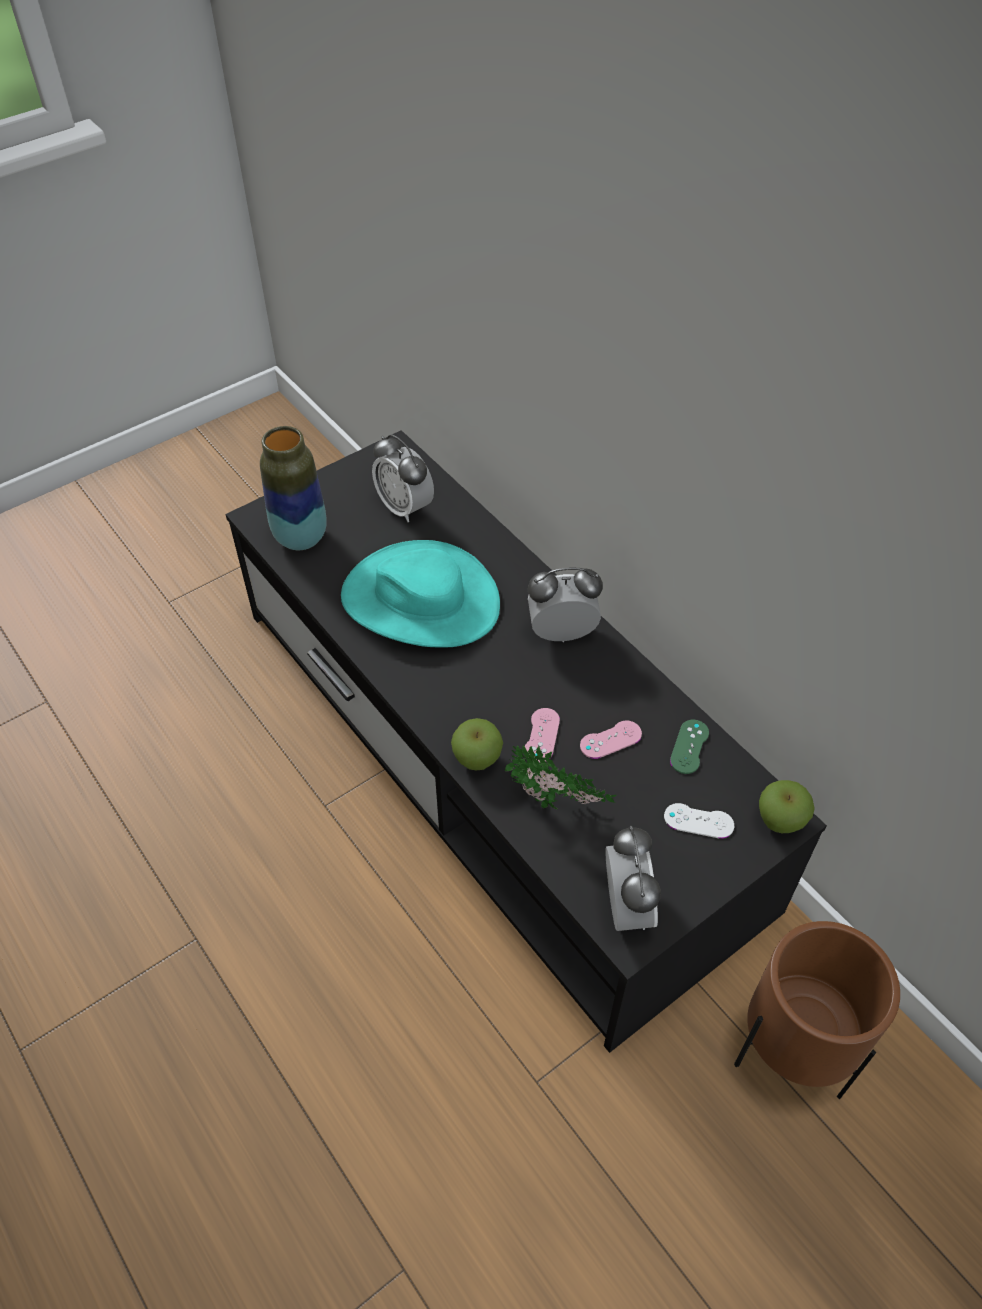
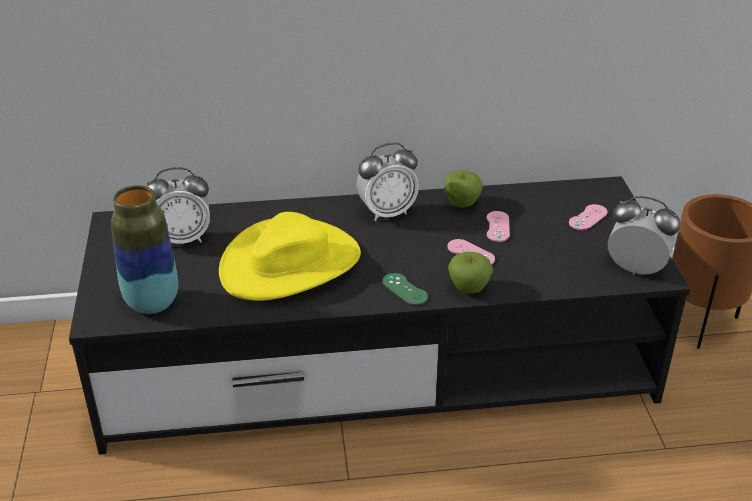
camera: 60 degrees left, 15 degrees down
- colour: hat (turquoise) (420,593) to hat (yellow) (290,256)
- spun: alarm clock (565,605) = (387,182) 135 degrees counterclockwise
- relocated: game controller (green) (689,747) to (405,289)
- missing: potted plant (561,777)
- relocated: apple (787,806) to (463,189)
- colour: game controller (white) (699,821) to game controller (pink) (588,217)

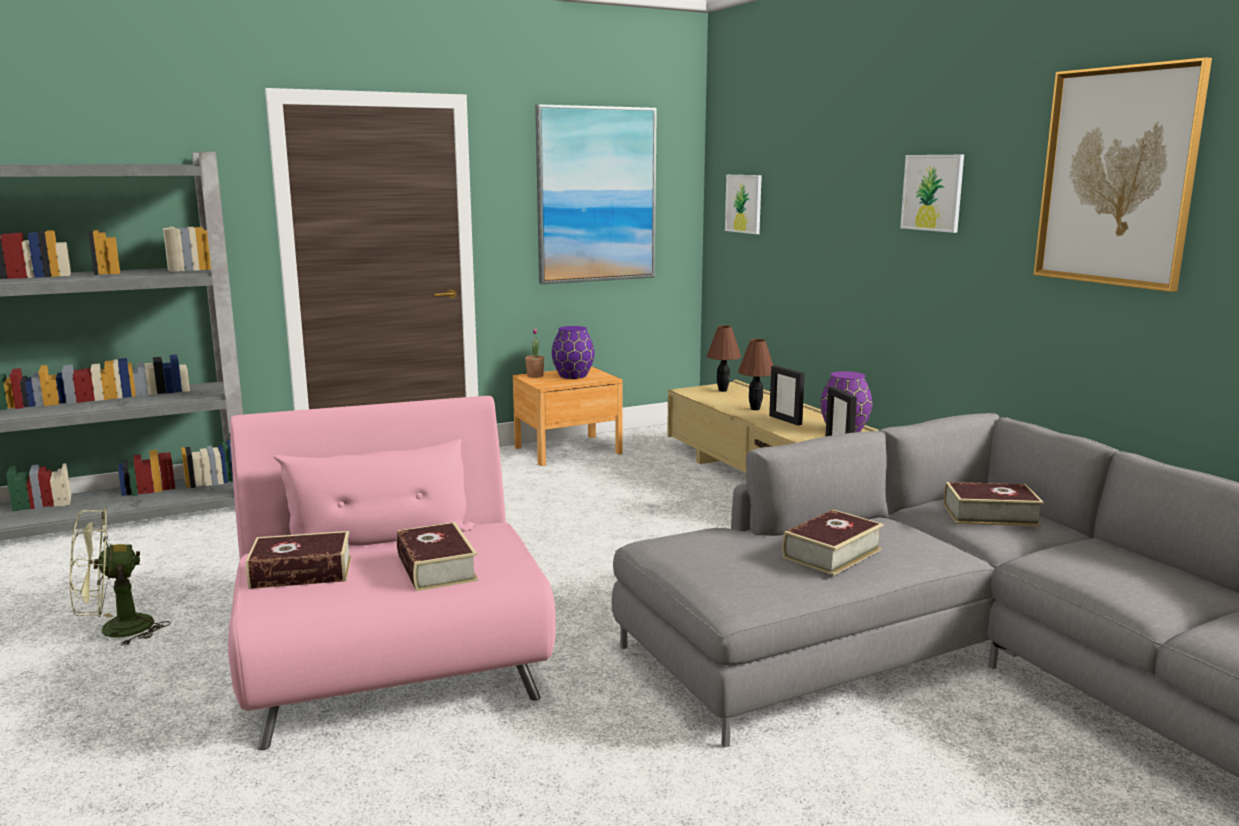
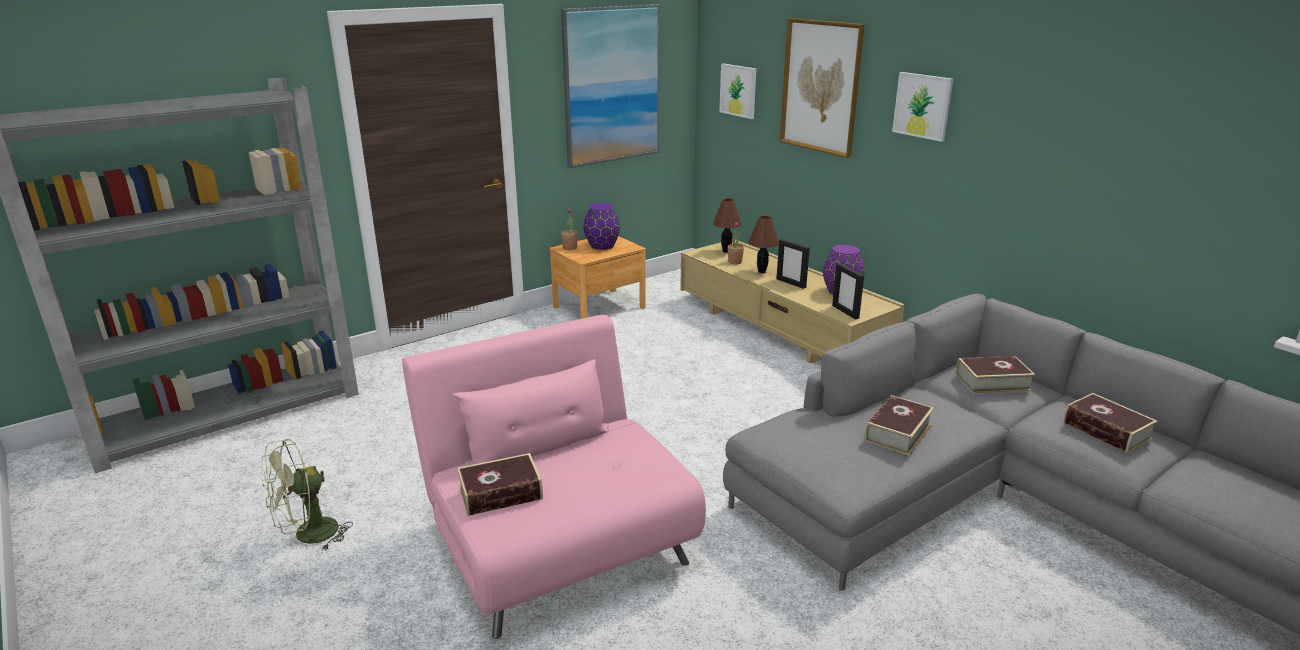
camera: 10 degrees left, 10 degrees up
- relocated: picture (1122,174) to (822,88)
- relocated: book (437,556) to (1110,423)
- appeared: potted plant (735,243)

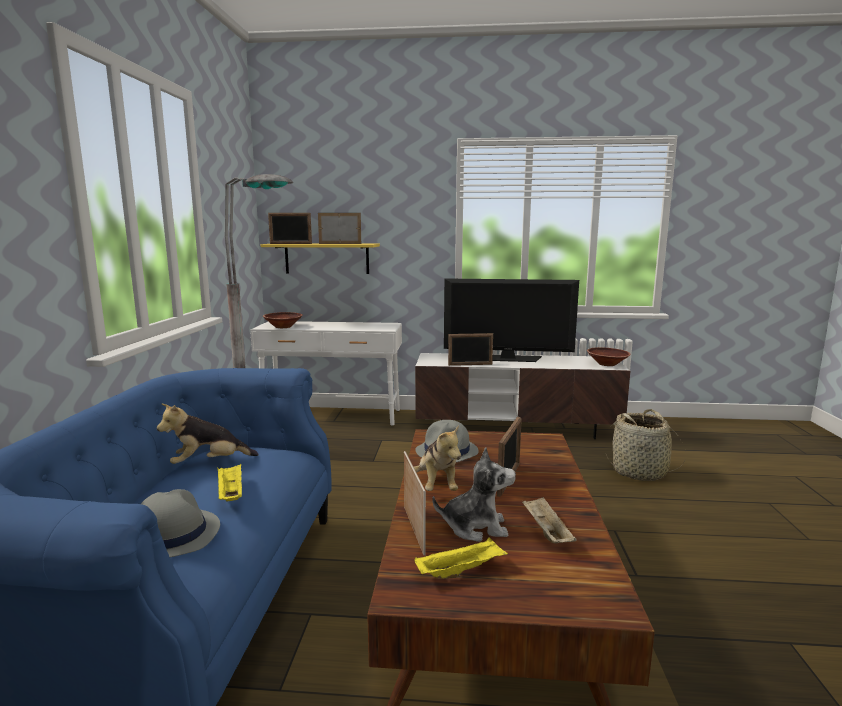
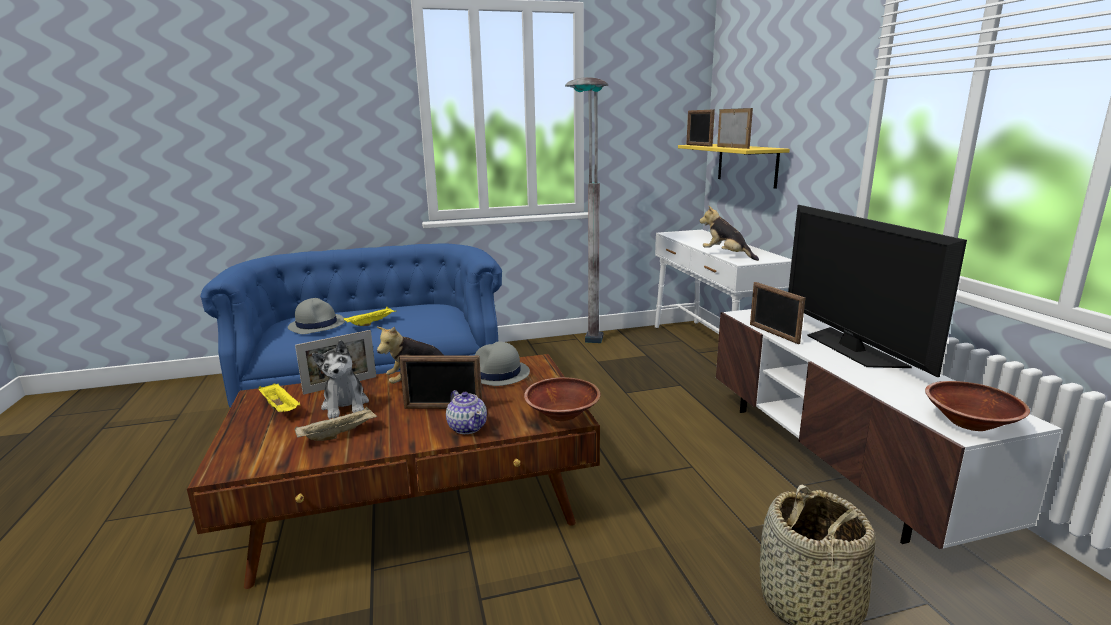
camera: 70 degrees right, 5 degrees up
- relocated: bowl (brown) (283,320) to (562,399)
- relocated: plush toy (208,433) to (729,233)
- appeared: teapot (466,412)

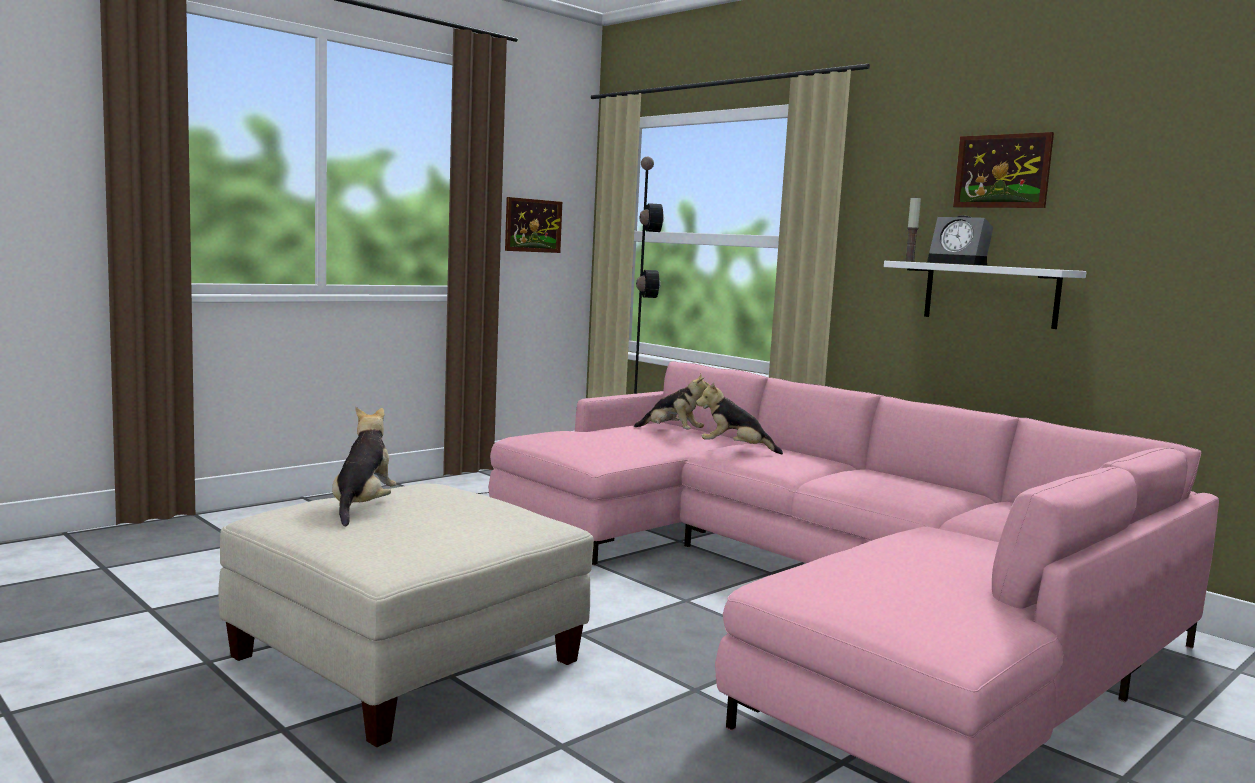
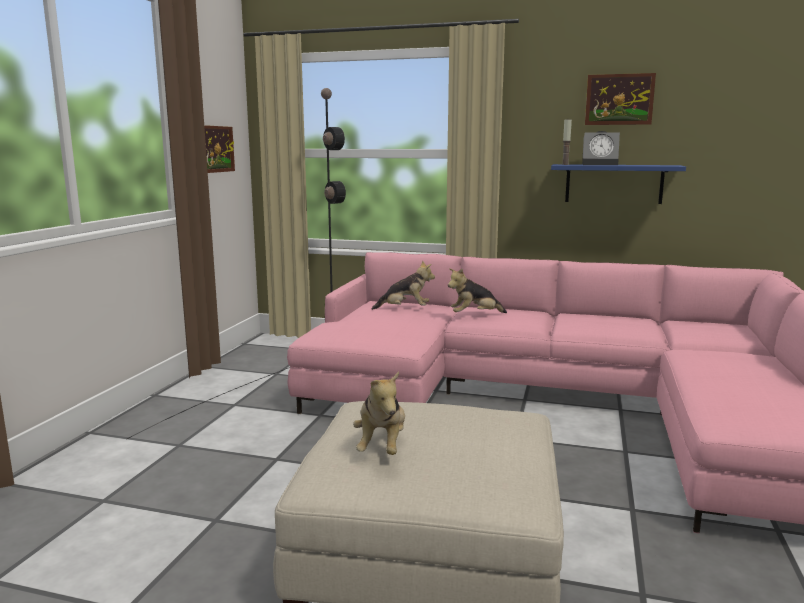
camera: 30 degrees left, 5 degrees up
- colour: shelf (white) (985,295) to shelf (blue) (618,184)
- spun: plush toy (364,466) = (379,413) 150 degrees counterclockwise

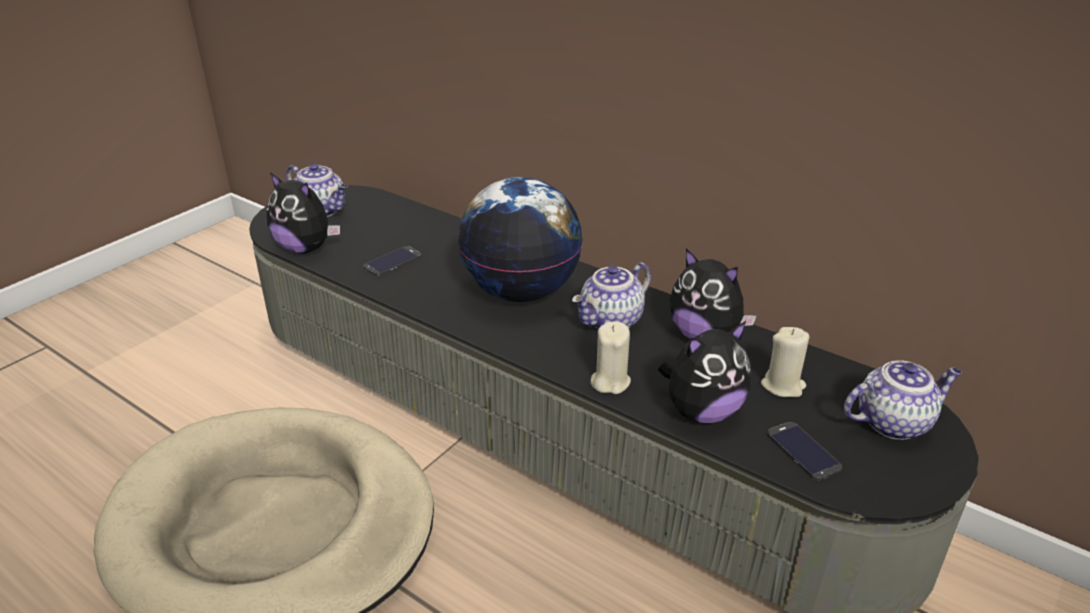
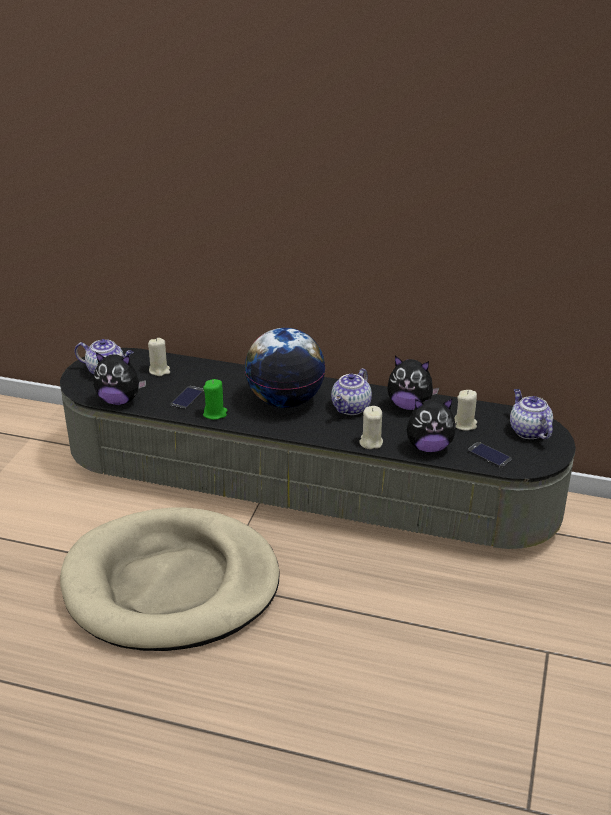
camera: 20 degrees left, 0 degrees up
- spun: plush toy (704,372) = (432,425) 45 degrees clockwise
- spun: teapot (903,400) = (531,414) 75 degrees counterclockwise
- appeared: candle (beige) (159,357)
- appeared: candle (green) (215,399)

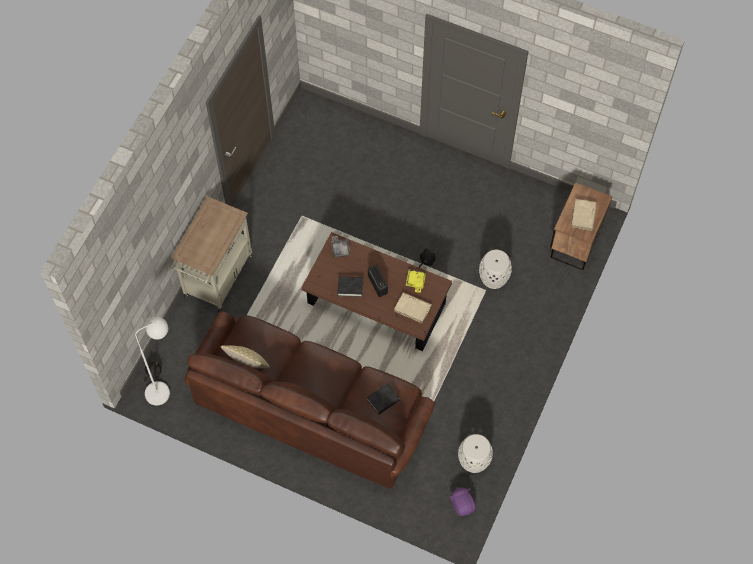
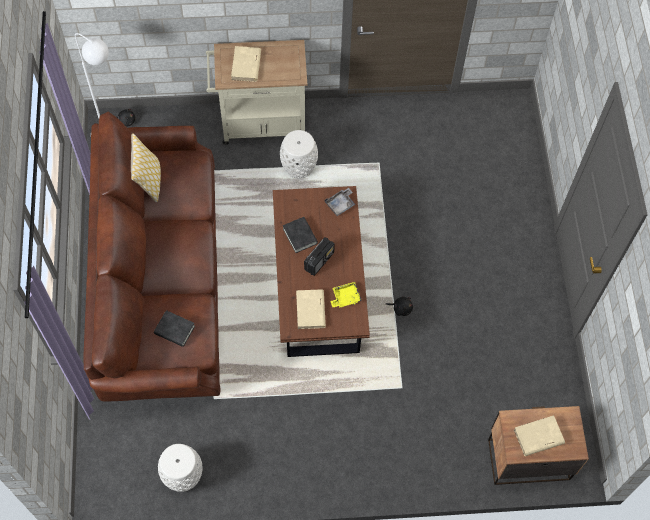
camera: 60 degrees right, 0 degrees up
- relocated: stool (white) (495,269) to (299,154)
- missing: plush toy (purple) (463,501)
- appeared: book (beige) (246,64)

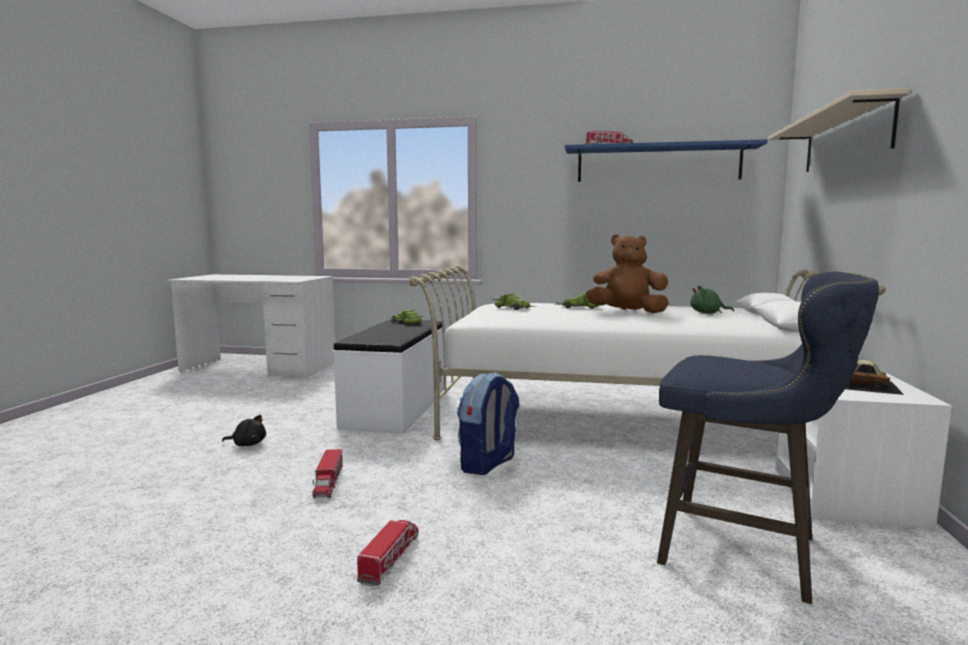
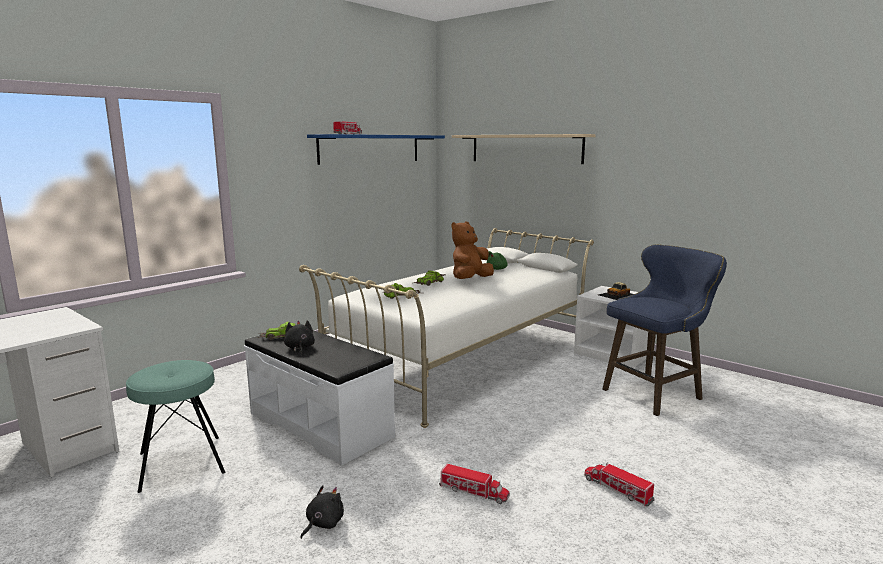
camera: 60 degrees left, 5 degrees up
- missing: backpack (488,423)
- appeared: plush toy (black) (299,337)
- appeared: stool (turquoise) (175,426)

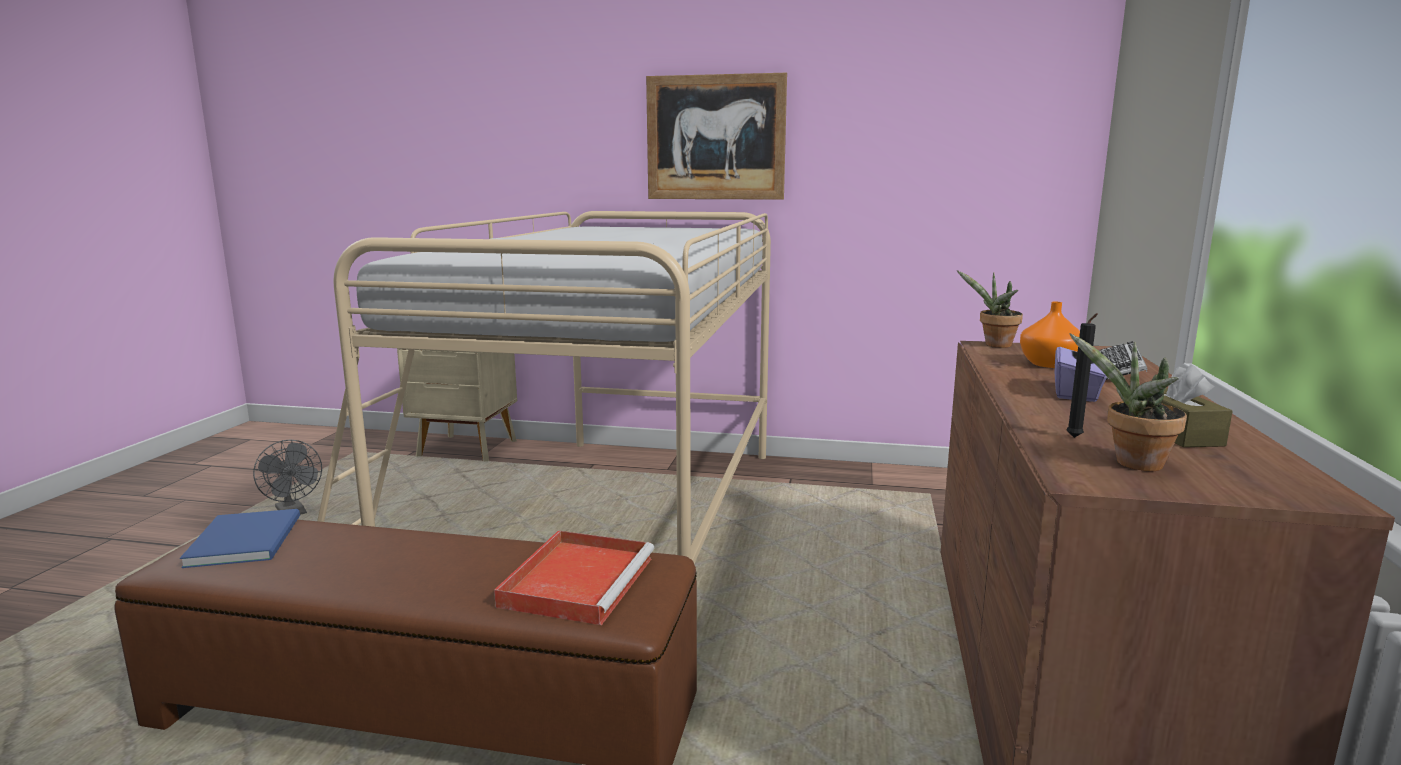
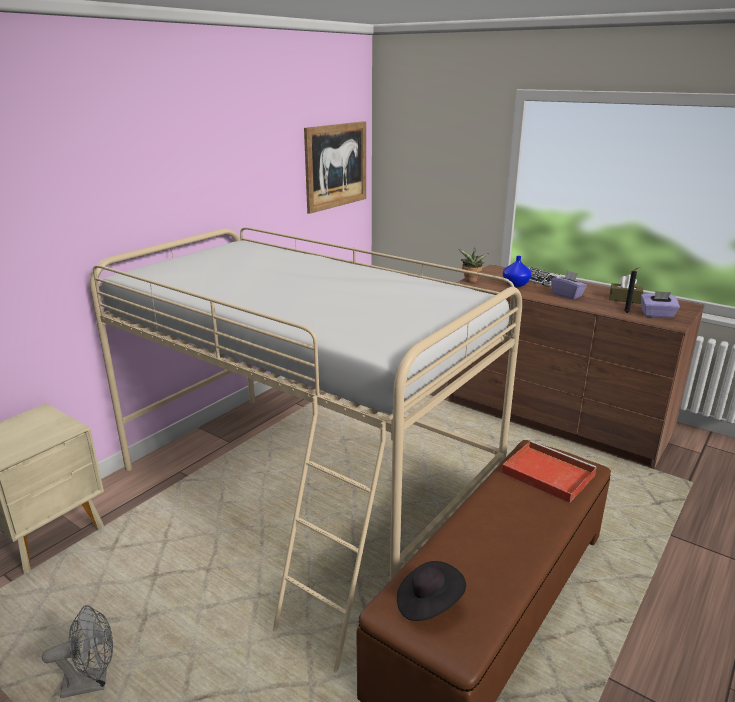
camera: 65 degrees left, 10 degrees up
- relocated: picture (716,136) to (335,167)
- colour: vase (orange) (1050,335) to vase (blue) (517,271)
- exchanged: potted plant (1128,402) to tissue box (purple) (660,304)
- exchanged: book (blue) (240,538) to hat (black) (431,591)

